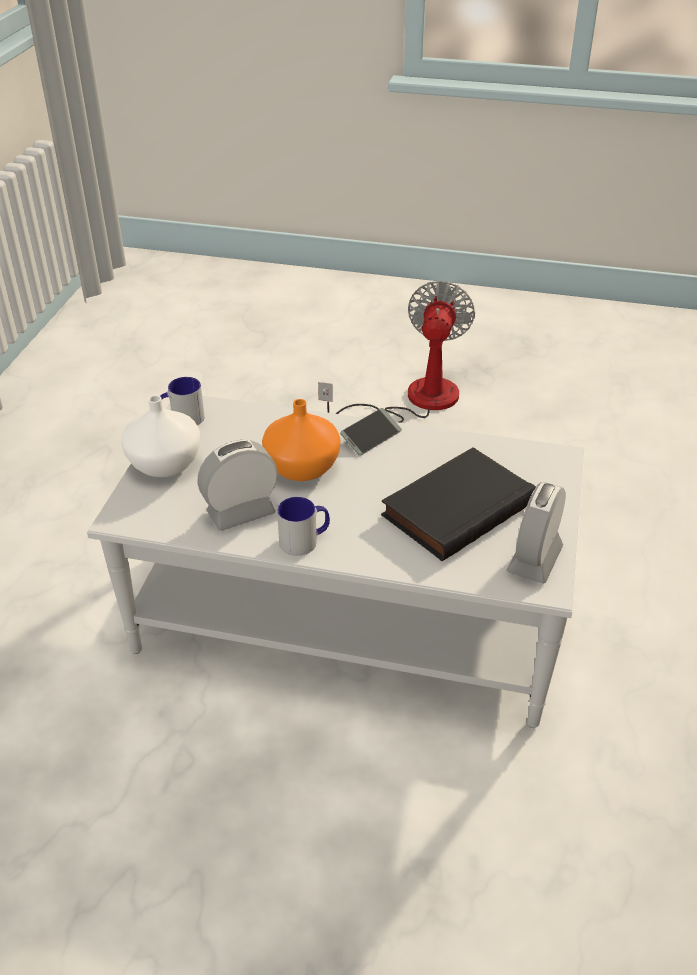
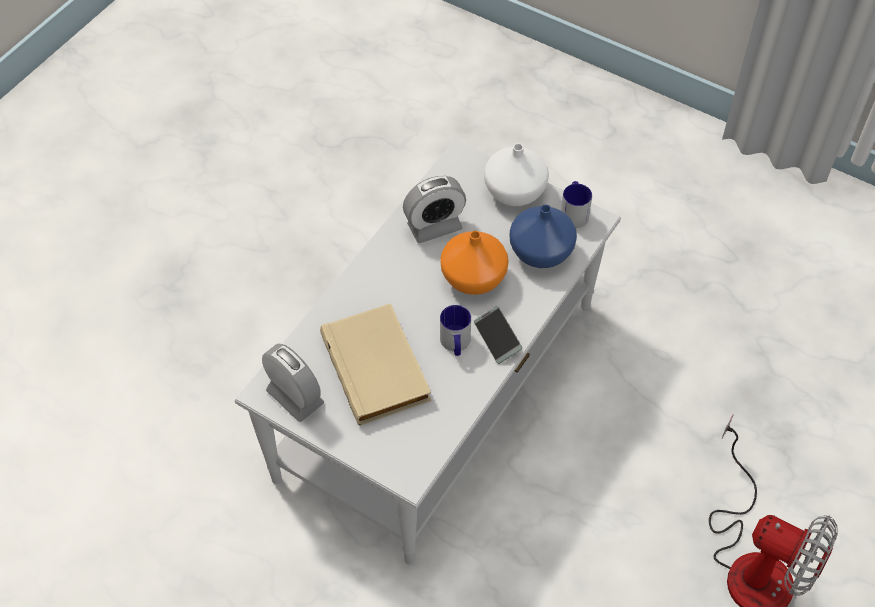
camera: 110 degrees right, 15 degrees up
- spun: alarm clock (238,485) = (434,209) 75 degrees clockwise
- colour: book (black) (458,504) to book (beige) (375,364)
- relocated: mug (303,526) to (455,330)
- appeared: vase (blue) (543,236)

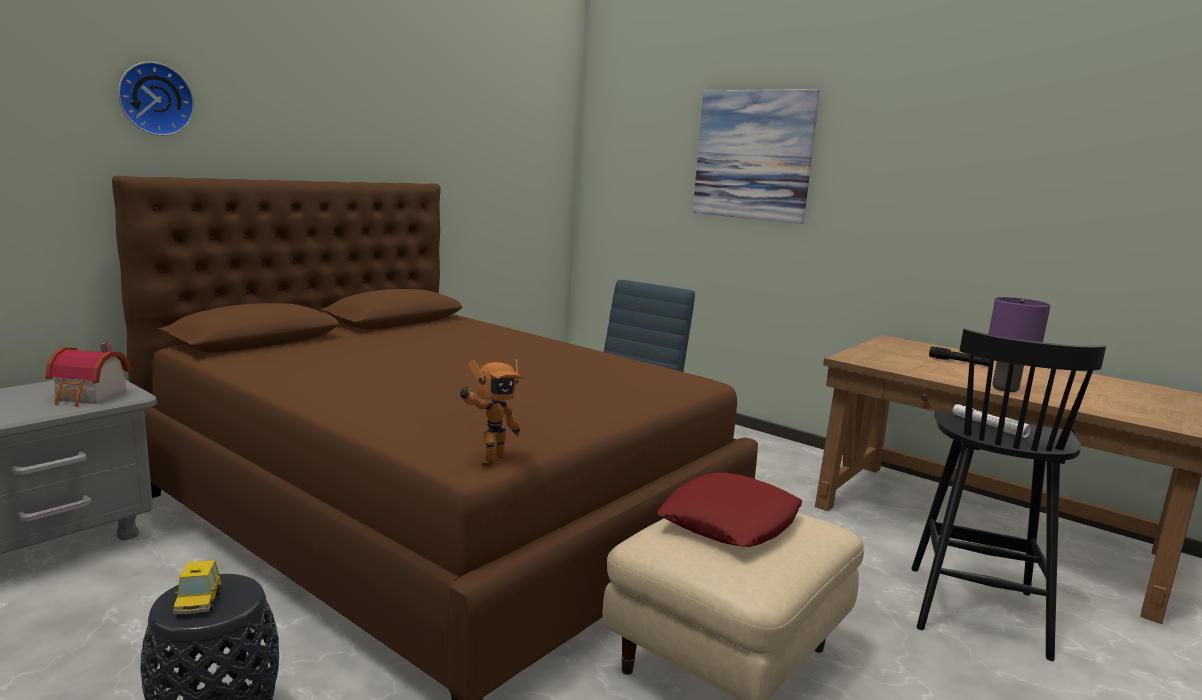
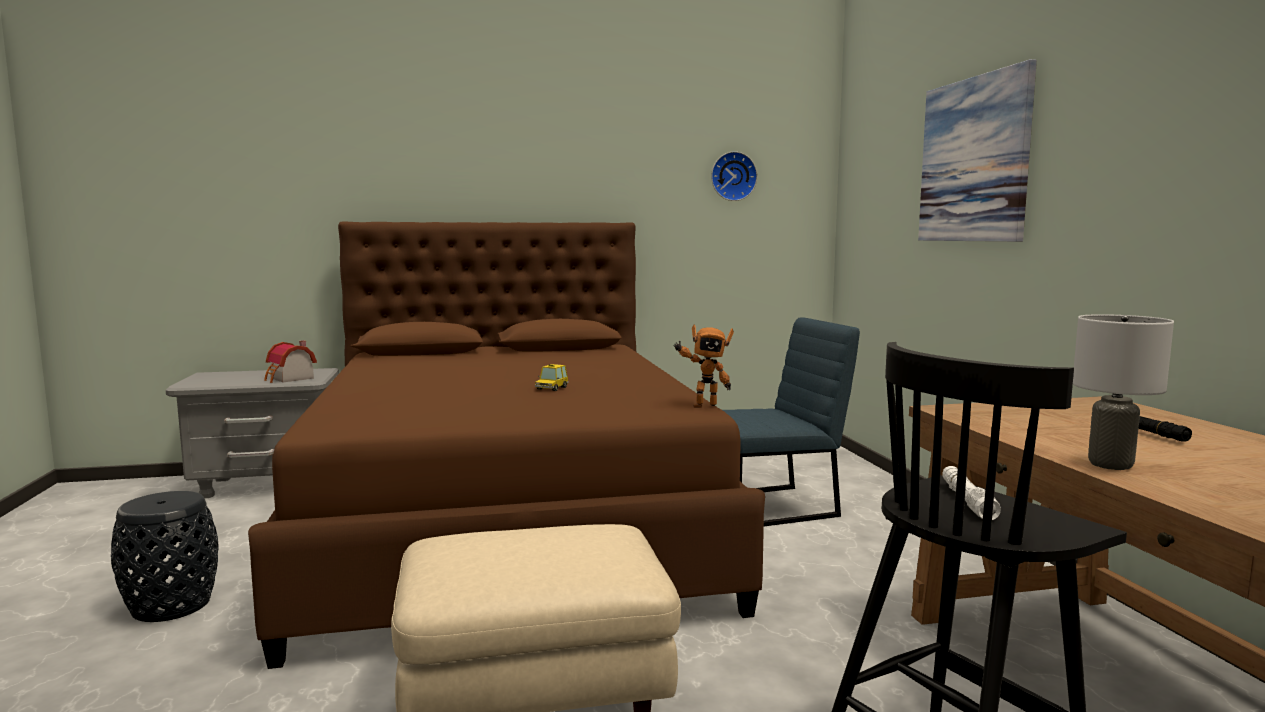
camera: 40 degrees right, 5 degrees down
- relocated: wall clock (156,99) to (734,176)
- colour: table lamp (purple) (1019,344) to table lamp (white) (1123,392)
- relocated: toy robot (492,413) to (703,366)
- missing: pillow (red) (729,510)
- relocated: toy car (197,587) to (552,377)

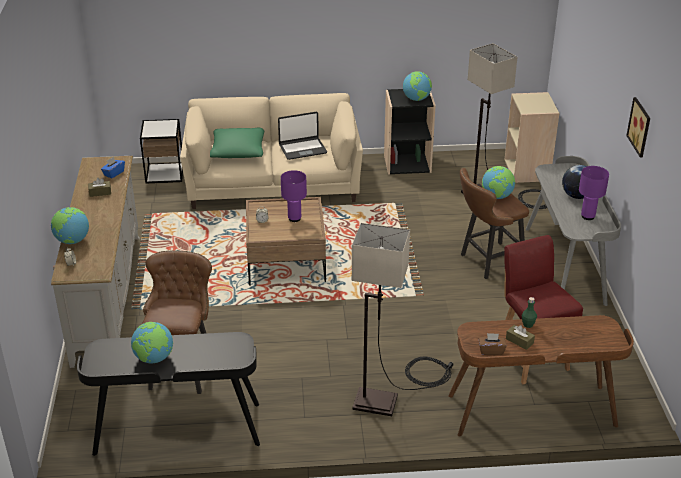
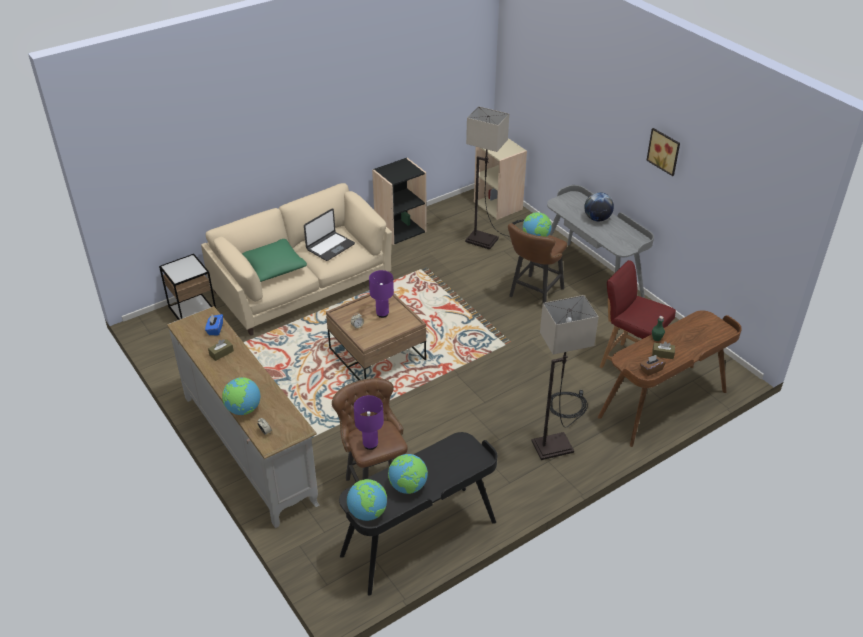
camera: 30 degrees left, 5 degrees up
- relocated: globe (417,86) to (367,500)
- relocated: table lamp (purple) (594,193) to (369,422)

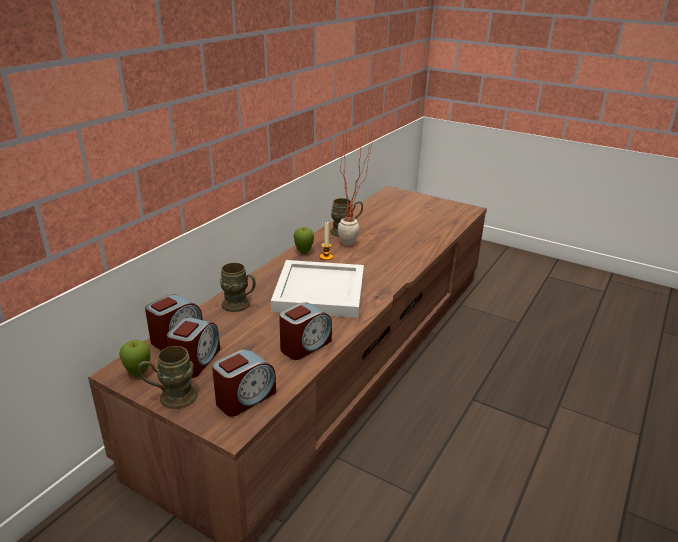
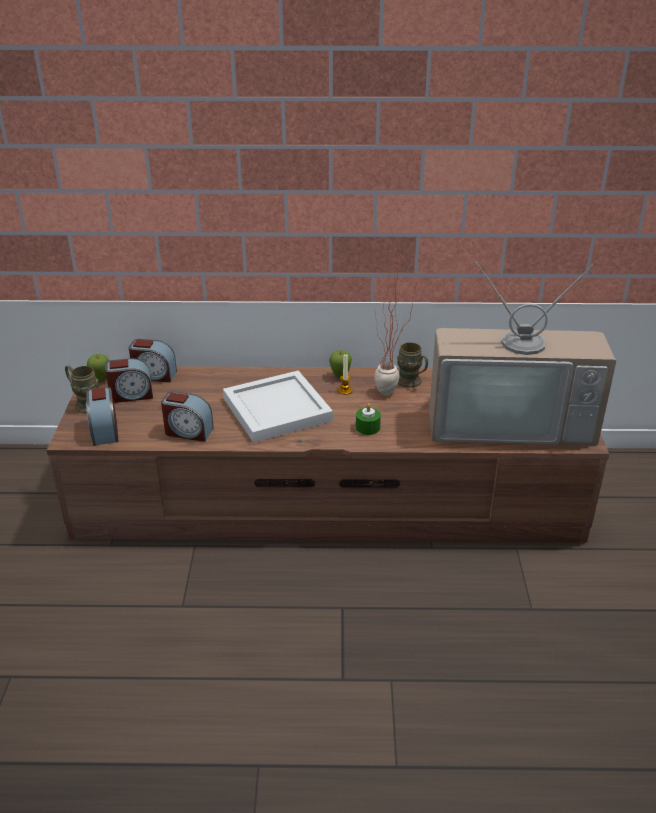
camera: 60 degrees right, 5 degrees up
- missing: mug (brown) (238,287)
- spun: alarm clock (244,383) = (102,416) 60 degrees clockwise
- appeared: television (522,354)
- appeared: candle (green) (368,419)

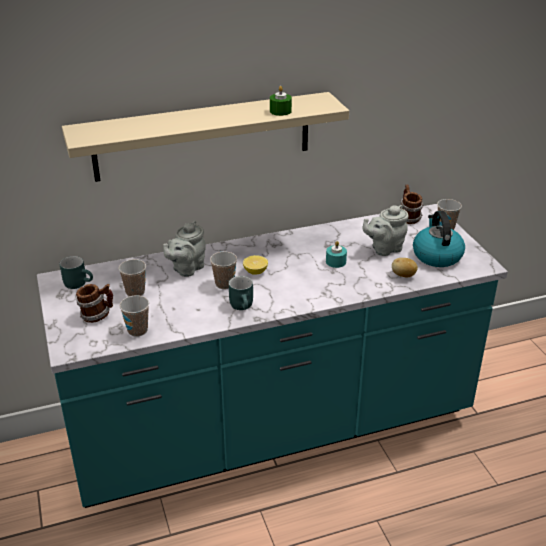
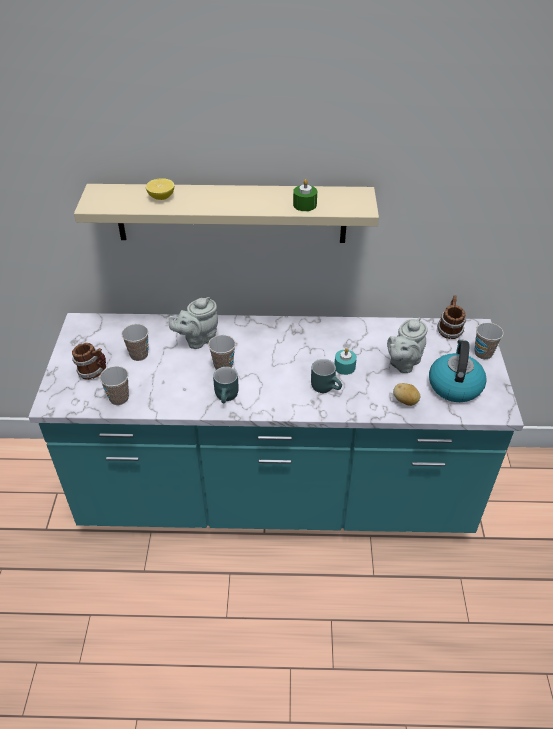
camera: 20 degrees right, 10 degrees up
- spun: teapot (grey) (386,230) = (407,345) 45 degrees counterclockwise
- relocated: lemon (255,265) to (160,189)
- relocated: mug (turquoise) (76,272) to (326,376)

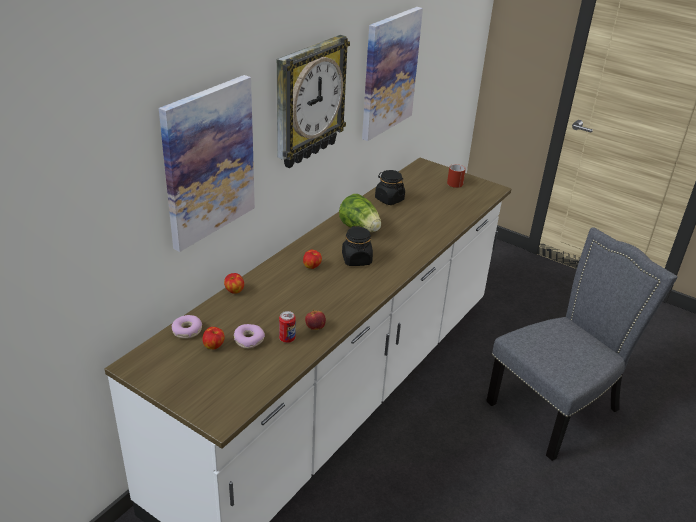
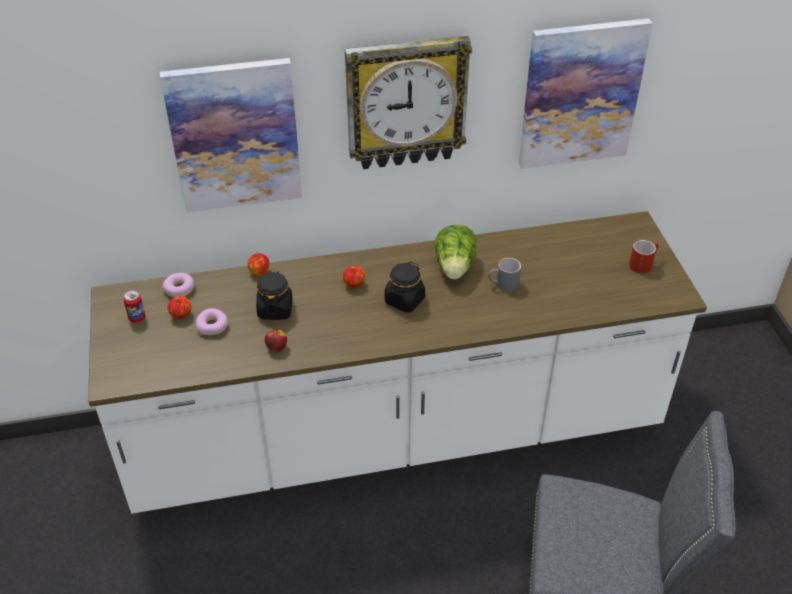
camera: 45 degrees right, 10 degrees up
- relocated: jar (black) (390,187) to (274,295)
- relocated: can (287,327) to (134,306)
- appeared: mug (grey) (504,275)

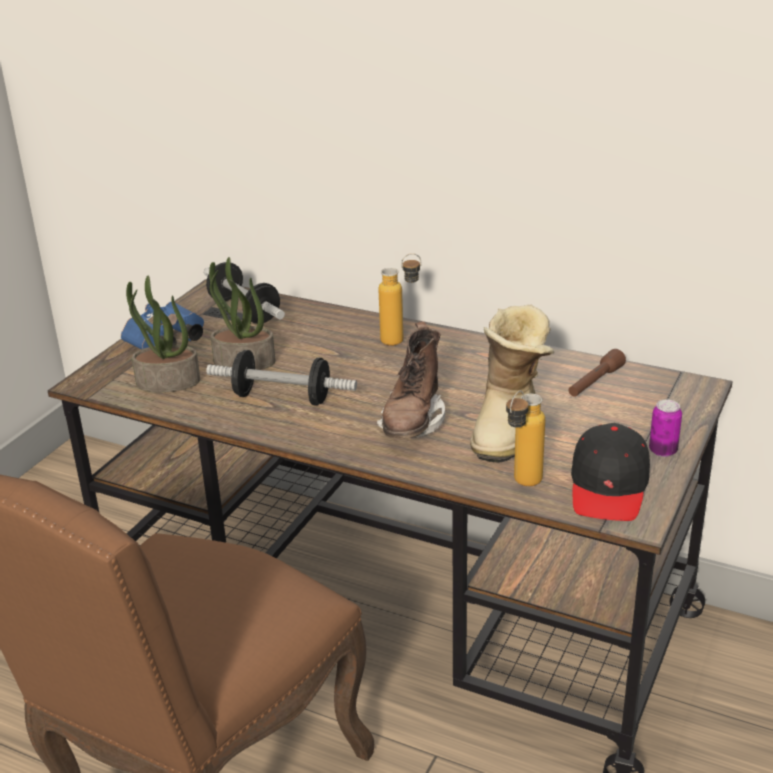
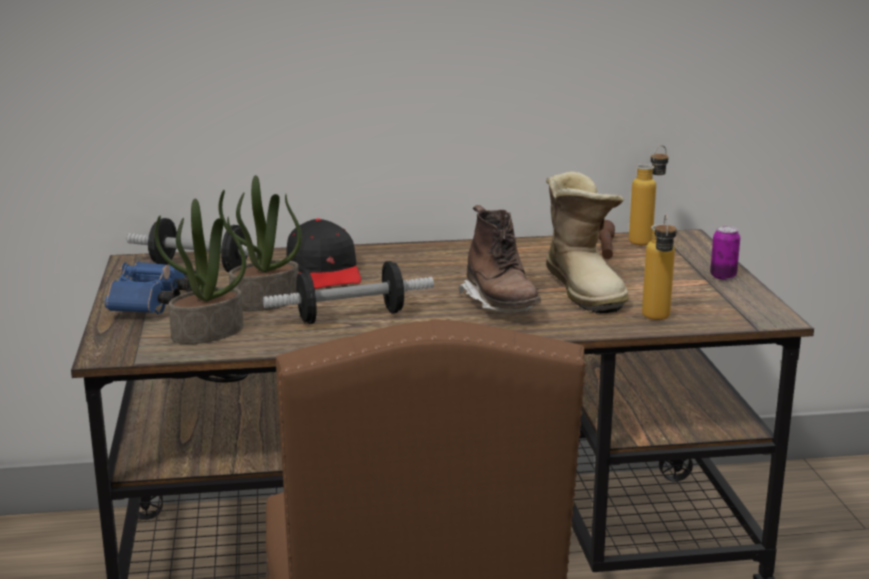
camera: 35 degrees left, 10 degrees down
- relocated: bottle (399,299) to (649,195)
- relocated: cap (black) (610,472) to (323,253)

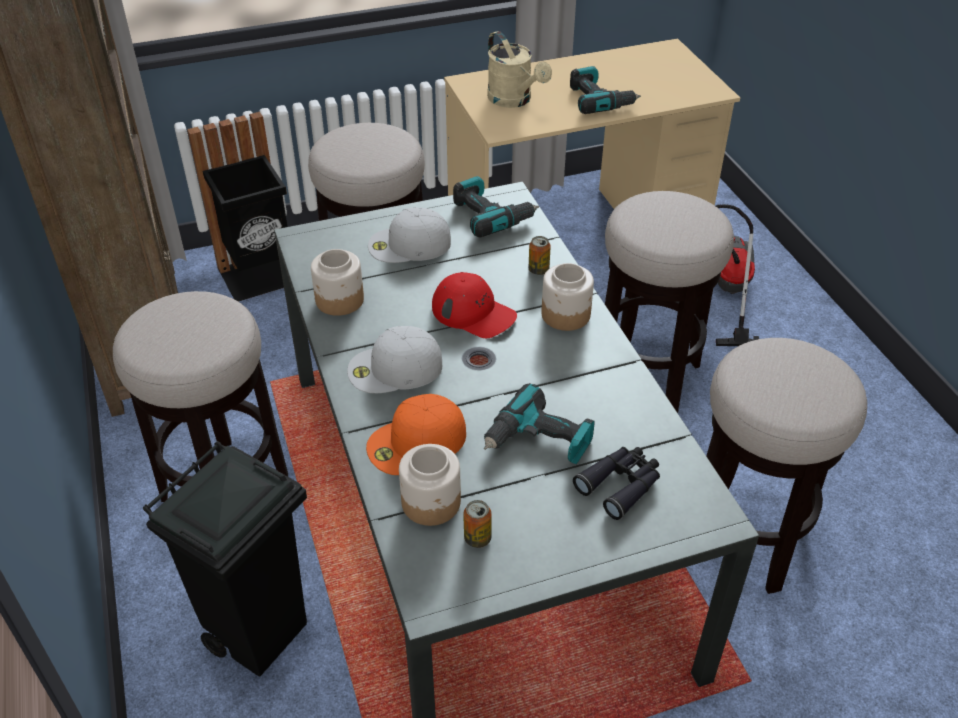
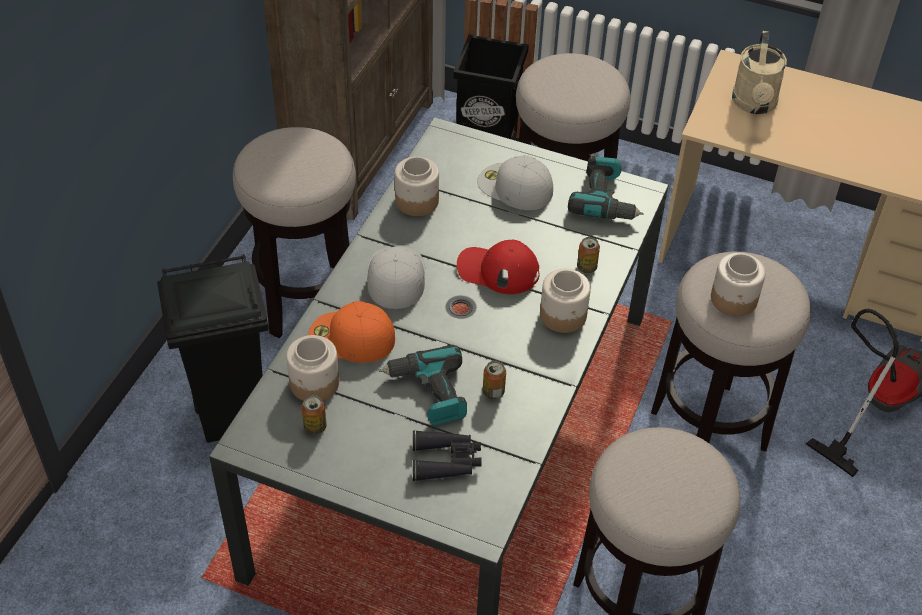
camera: 40 degrees right, 5 degrees up
- missing: power drill (605,90)
- spun: cap (red) (474,305) = (498,266) 120 degrees clockwise
- spun: cap (white) (394,359) = (396,277) 60 degrees clockwise
- appeared: jar (738,285)
- appeared: can (494,380)

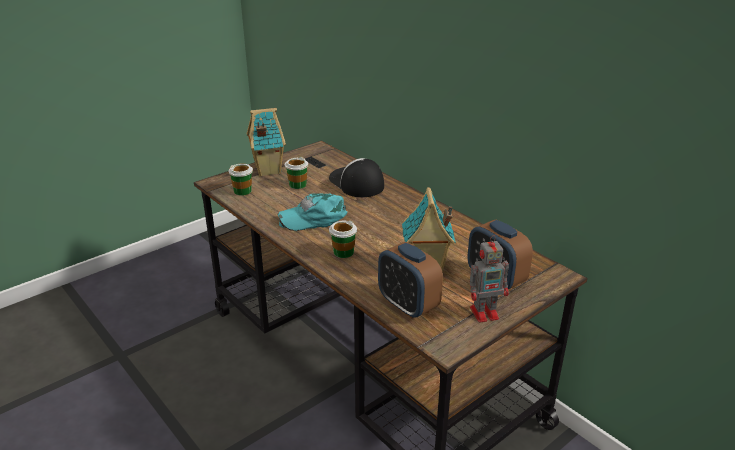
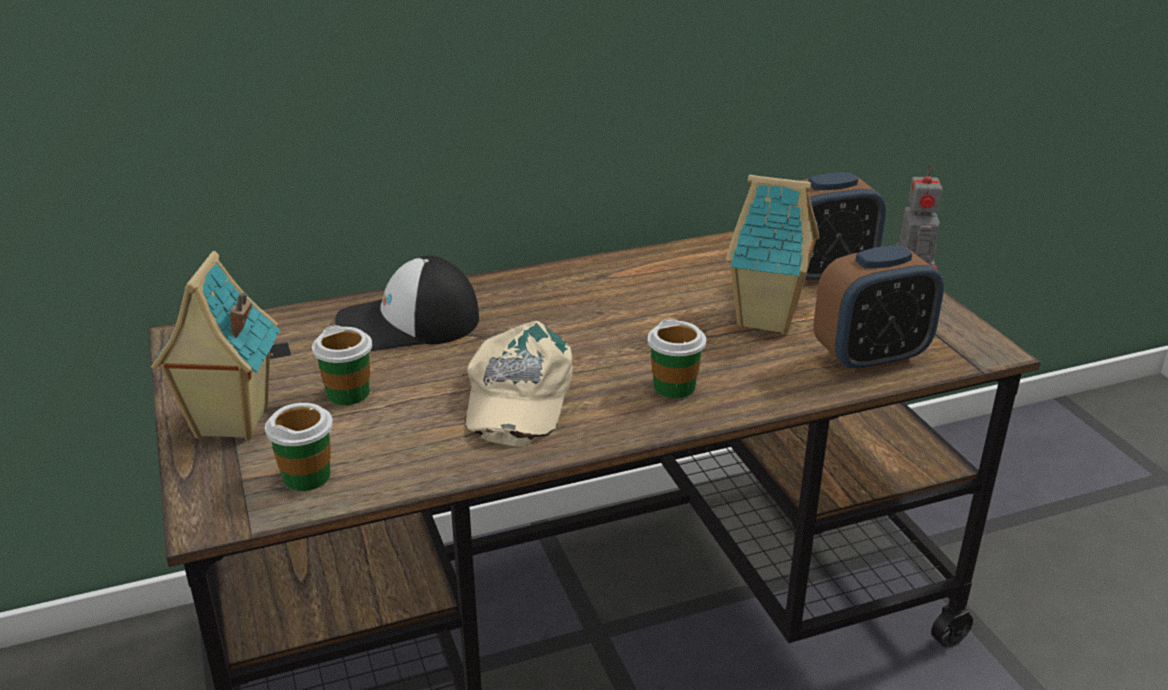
camera: 70 degrees left, 0 degrees up
- colour: cap (turquoise) (312,212) to cap (beige) (519,383)

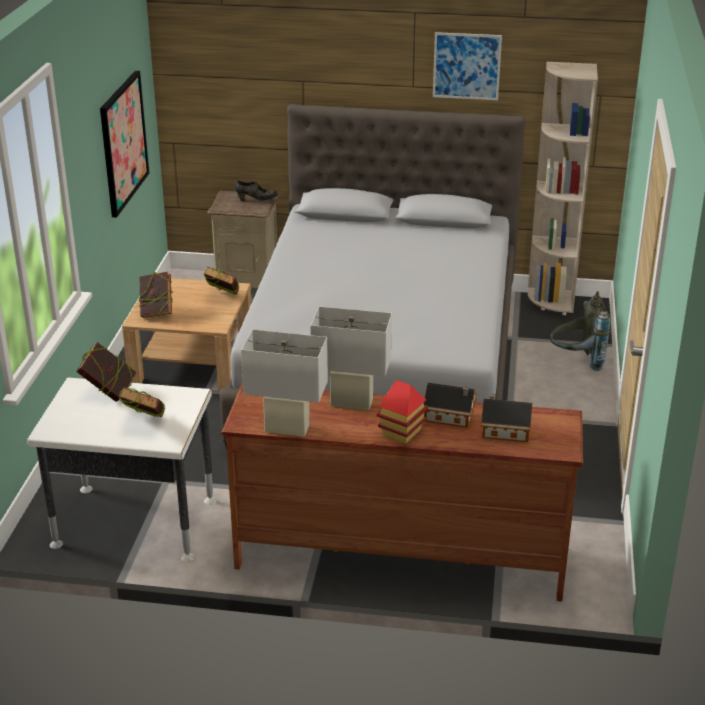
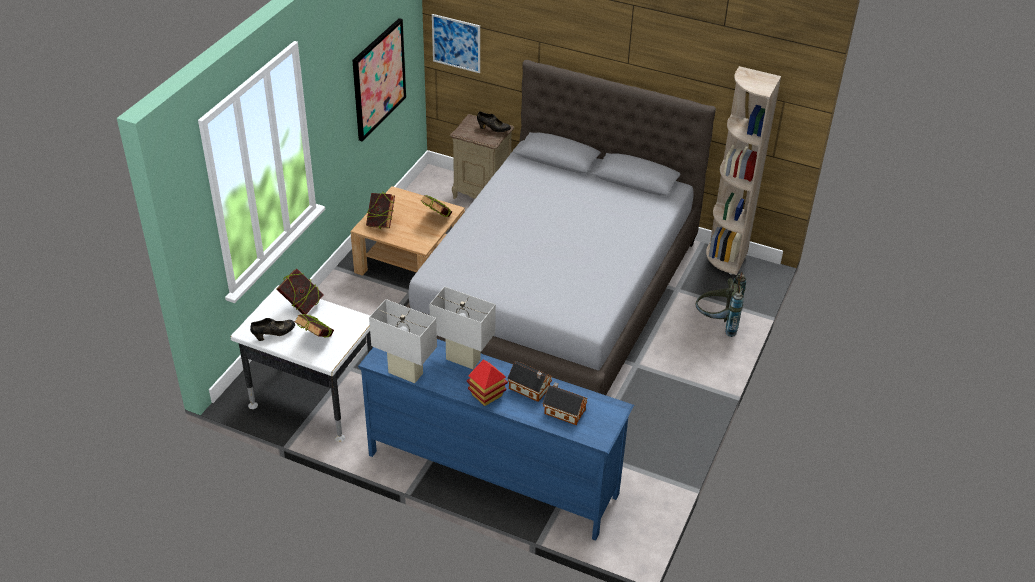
camera: 15 degrees right, 10 degrees up
- relocated: picture (467,66) to (456,43)
- colour: dresser (brown) (402,493) to dresser (blue) (496,440)
- appeared: shoe (black) (272,329)

